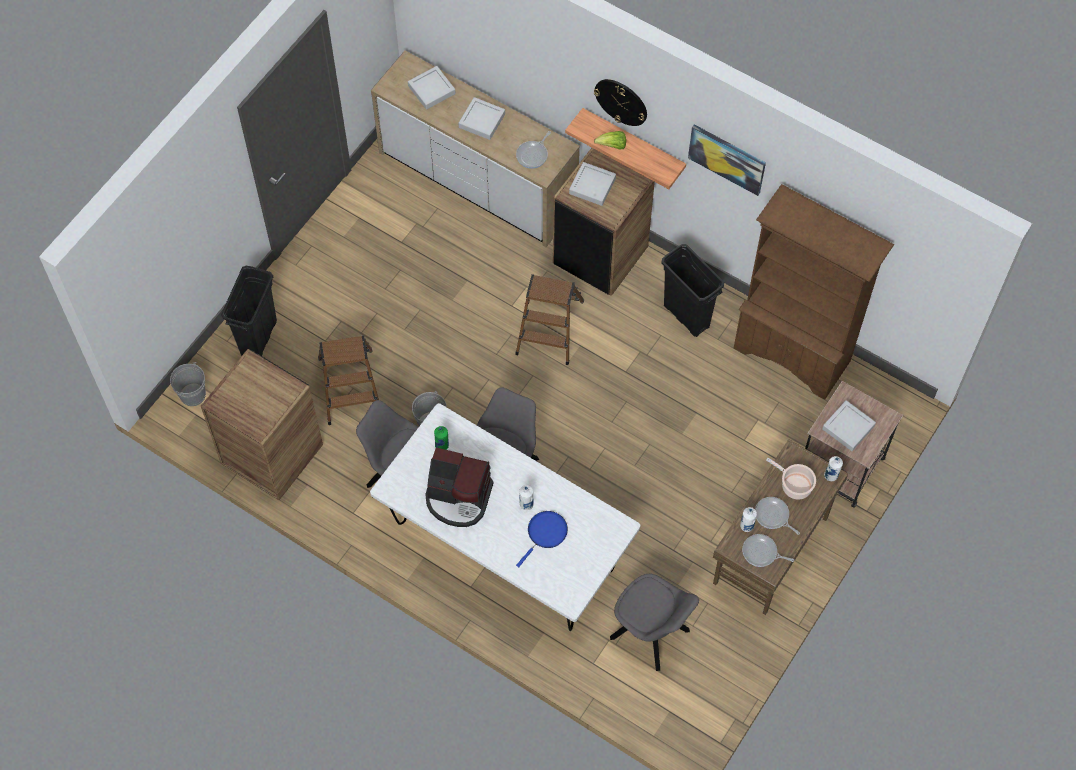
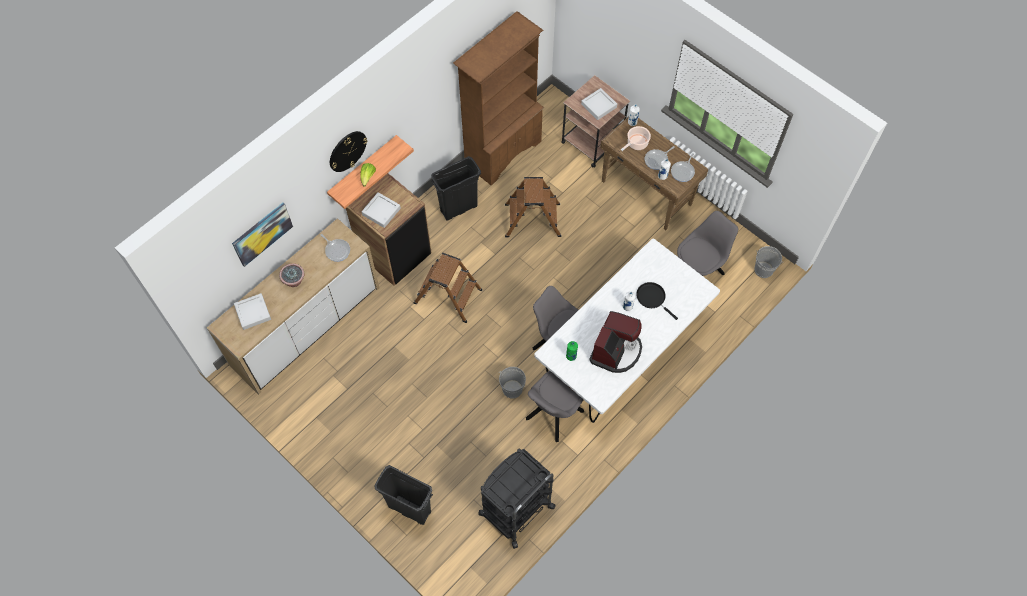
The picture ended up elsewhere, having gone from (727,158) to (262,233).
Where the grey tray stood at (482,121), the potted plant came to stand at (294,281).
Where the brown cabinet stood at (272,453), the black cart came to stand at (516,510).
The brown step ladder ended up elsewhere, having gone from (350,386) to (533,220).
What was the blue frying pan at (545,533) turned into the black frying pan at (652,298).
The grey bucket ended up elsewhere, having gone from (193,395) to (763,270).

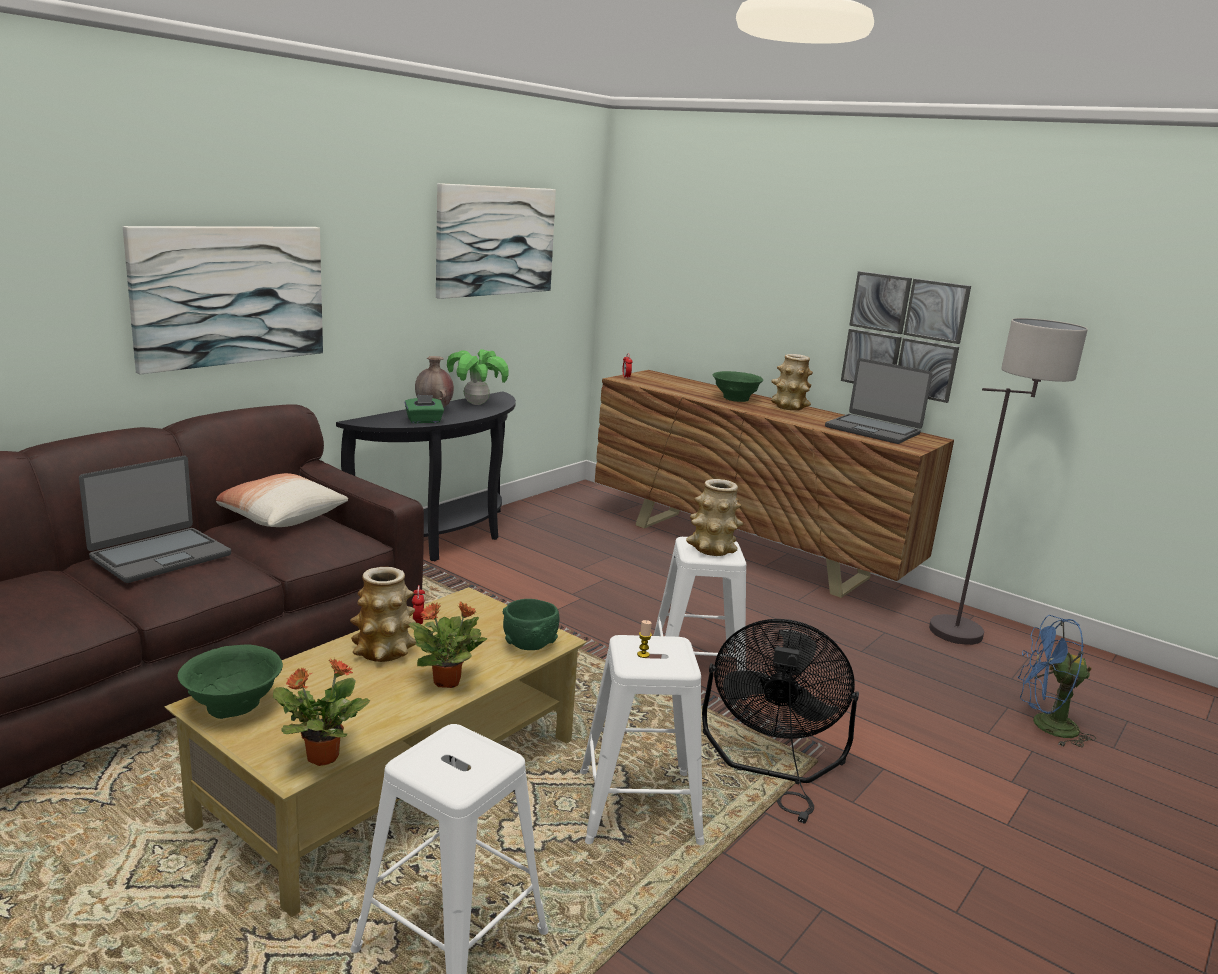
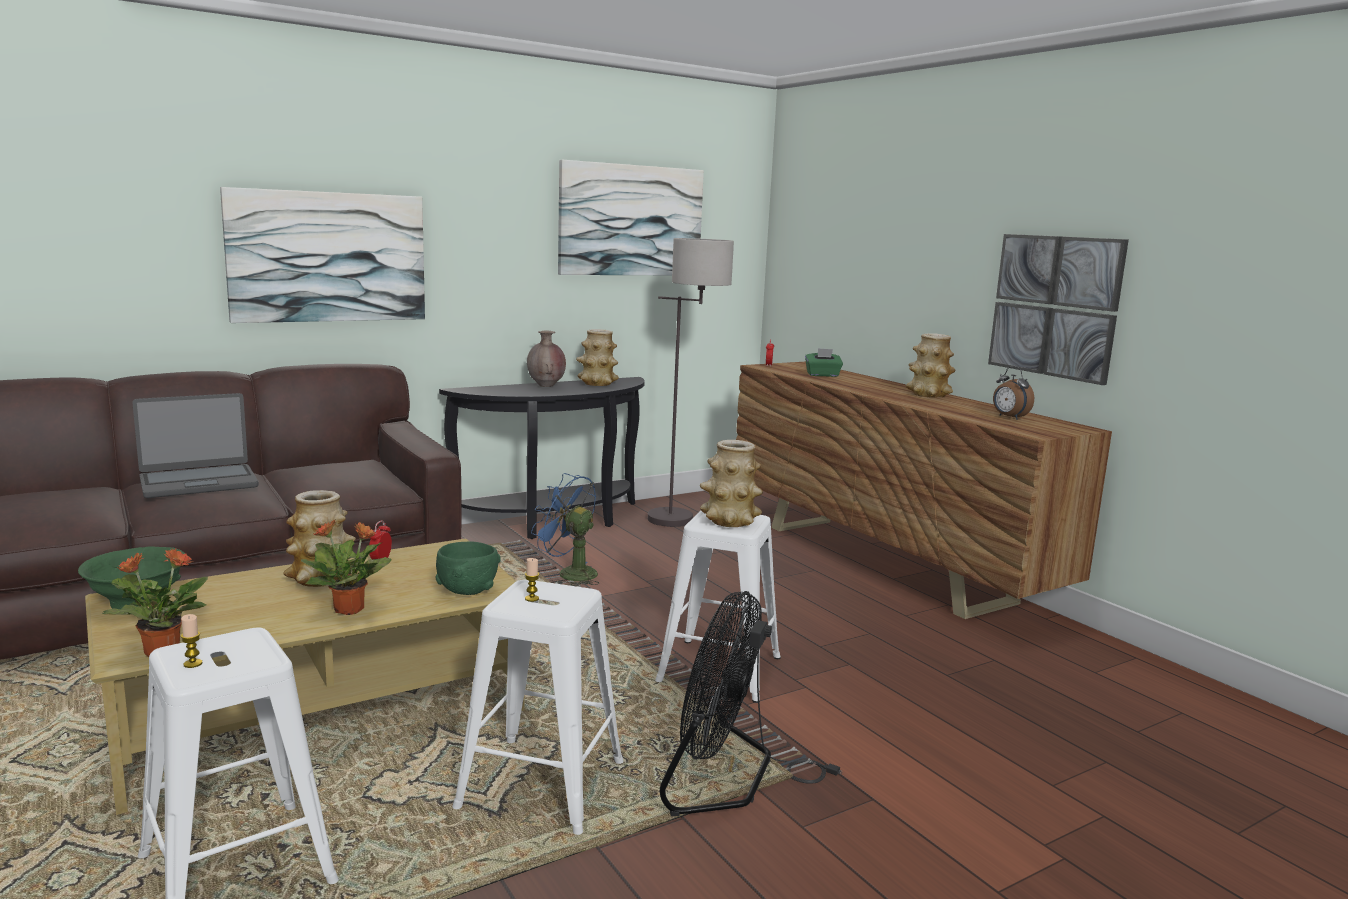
The second view gained the candle at (193,664).
The blue fan ended up elsewhere, having gone from (1045,726) to (569,573).
Where the potted plant stood at (476,403), the vase came to stand at (597,383).
The grey floor lamp ended up elsewhere, having gone from (971,633) to (683,521).
The black fan at (775,765) ended up facing another way, 105 degrees counterclockwise from before.
The green tissue box ended up elsewhere, having gone from (424,421) to (822,375).
Where the laptop stood at (873,430), the alarm clock came to stand at (1009,417).
The second view lost the pillow at (279,517).
The second view lost the green bowl at (735,399).

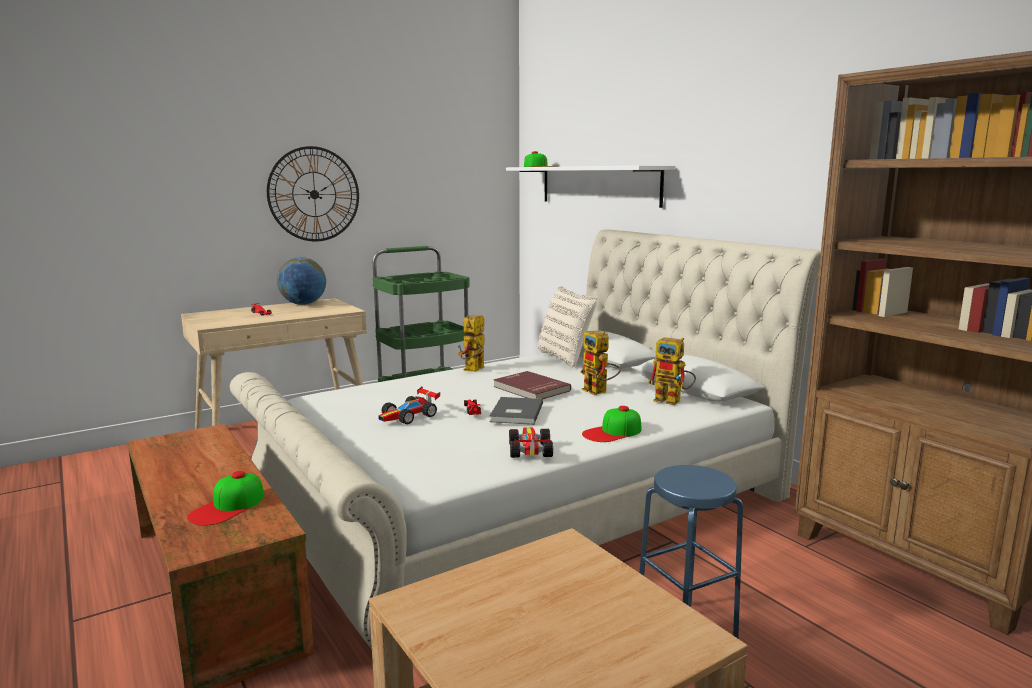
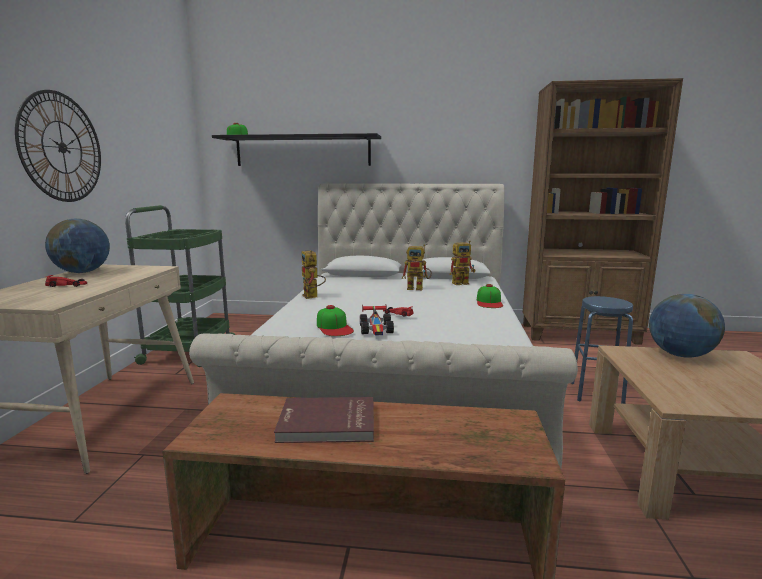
What was the white shelf at (598,185) turned into the black shelf at (303,151).
The red book ended up elsewhere, having gone from (530,389) to (327,424).
The cap ended up elsewhere, having gone from (228,506) to (334,327).
The second view gained the globe at (680,355).
The second view lost the grey book at (515,413).
The second view lost the toy car at (529,449).
The second view lost the beige pillow at (565,358).

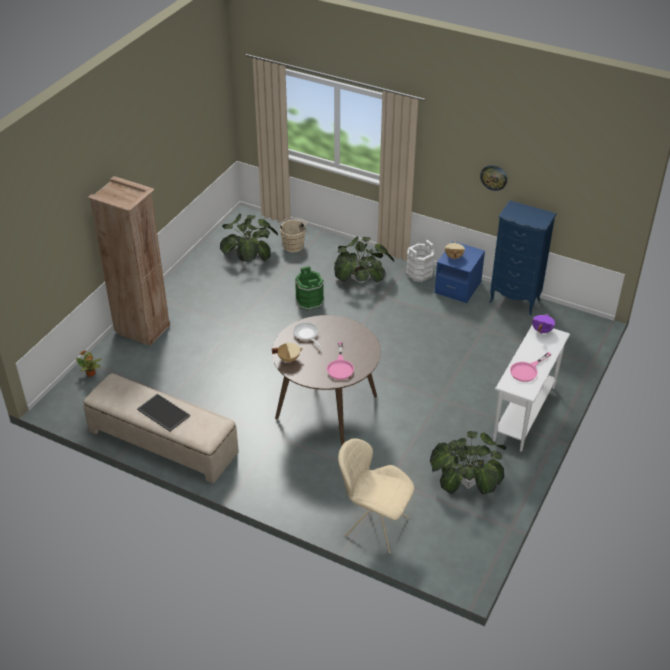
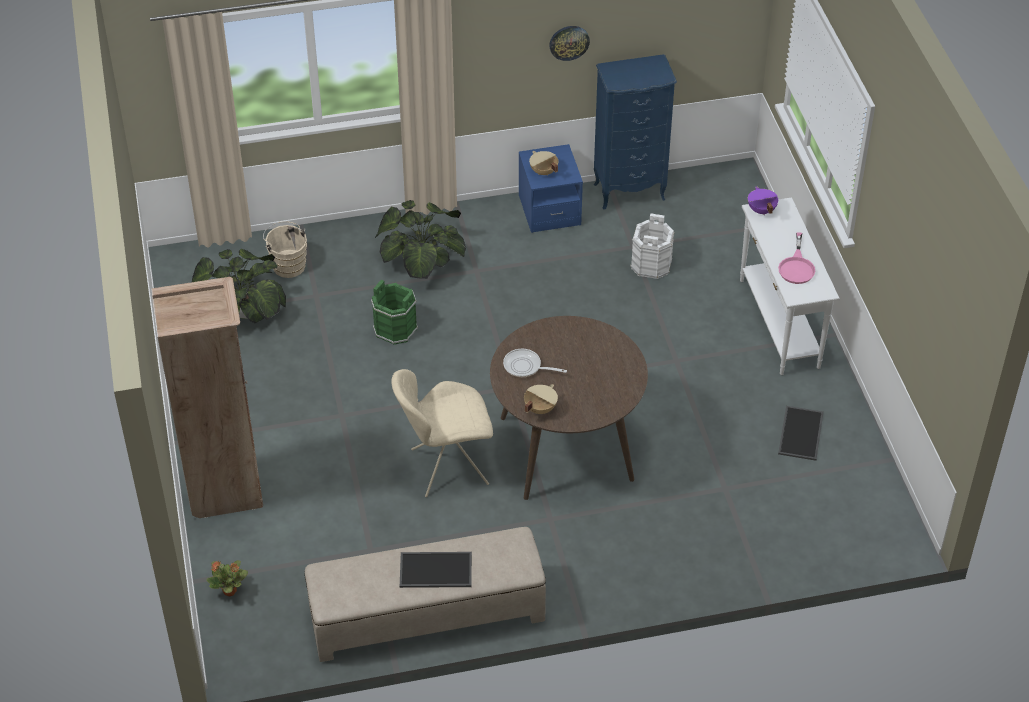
The beige chair ended up elsewhere, having gone from (374,526) to (446,467).
The white bucket ended up elsewhere, having gone from (419,273) to (651,265).
Where the potted plant stood at (468,479), the tray came to stand at (801,434).
The second view lost the pink frying pan at (340,367).

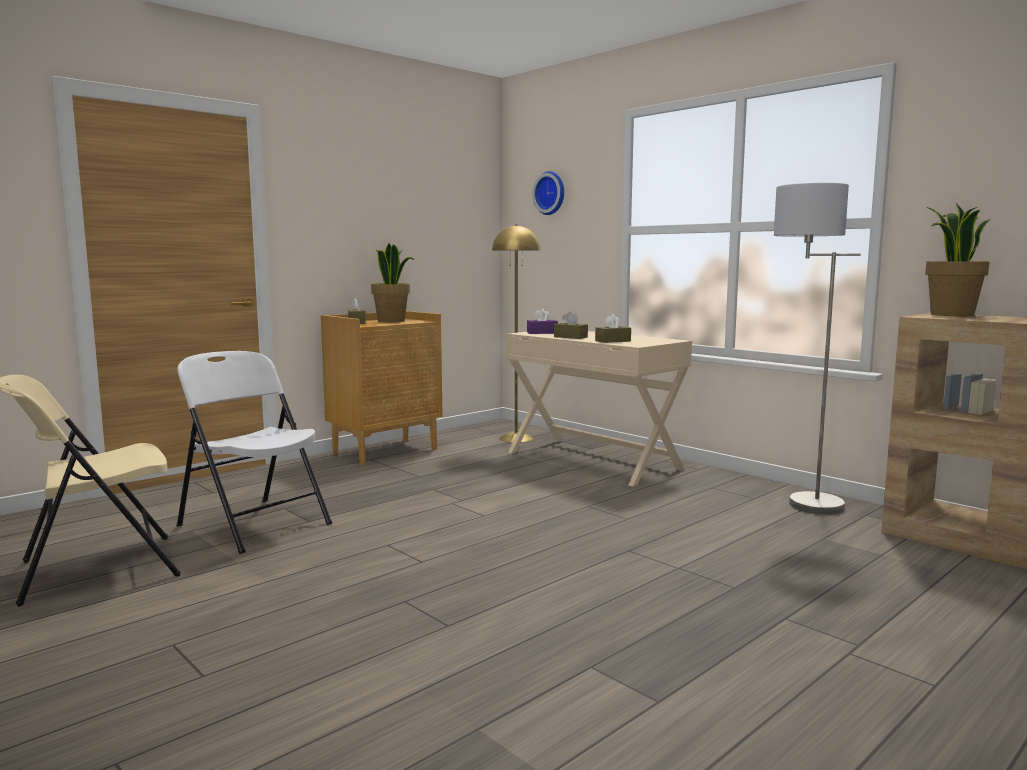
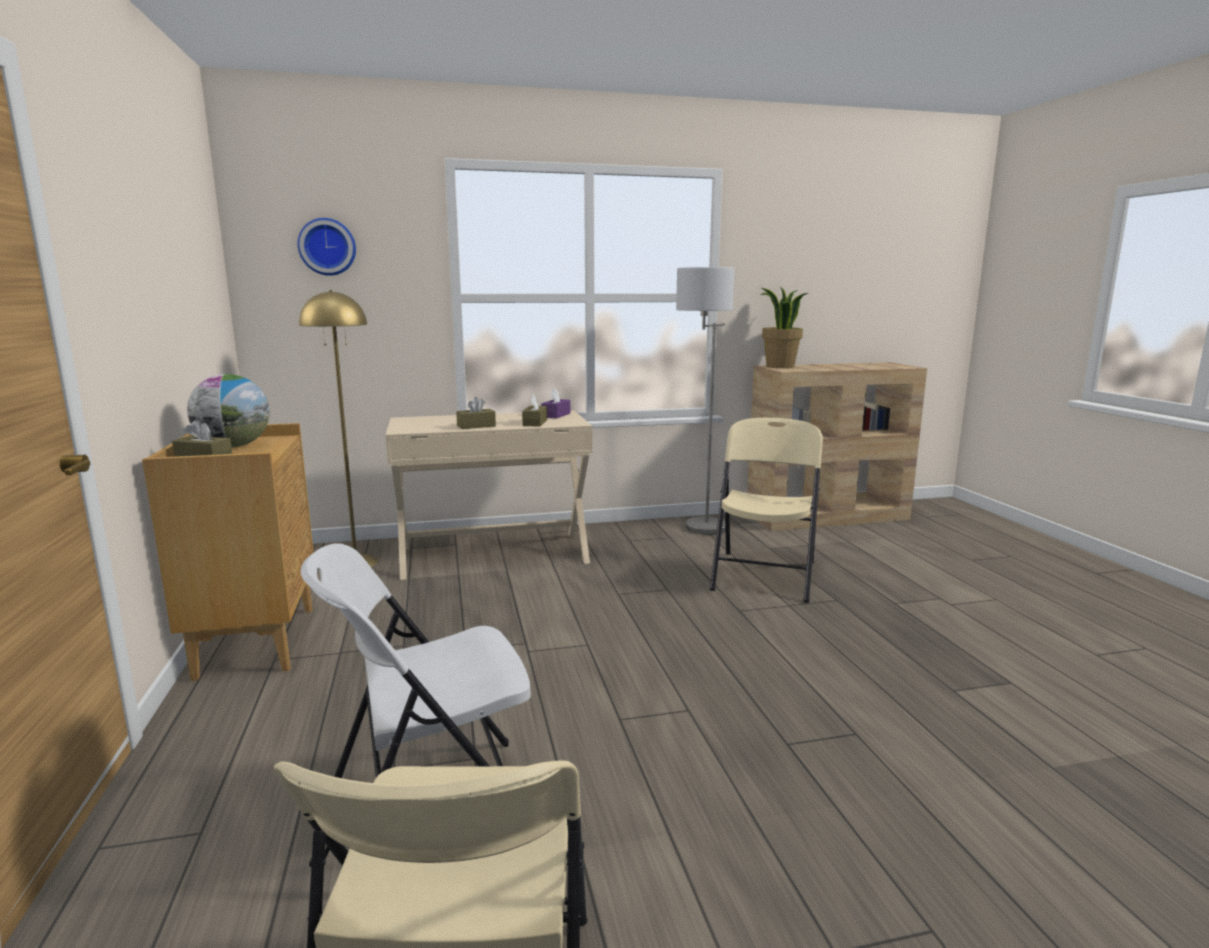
Where the potted plant stood at (392,321), the globe came to stand at (234,446).
The purple tissue box ended up elsewhere, having gone from (542,333) to (556,415).
The second view gained the beige chair at (764,576).

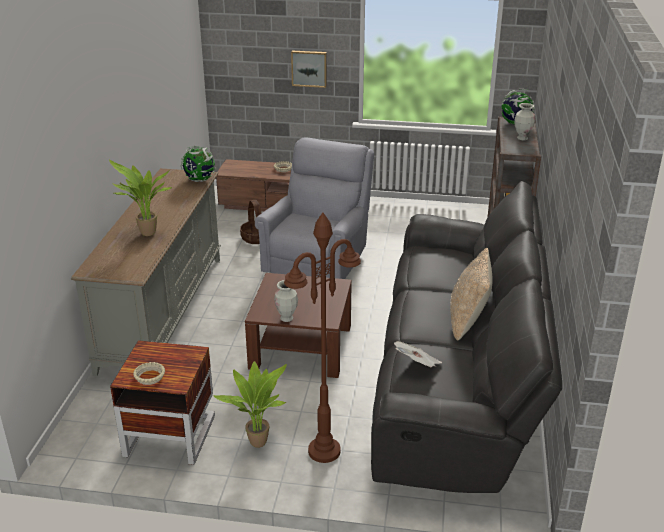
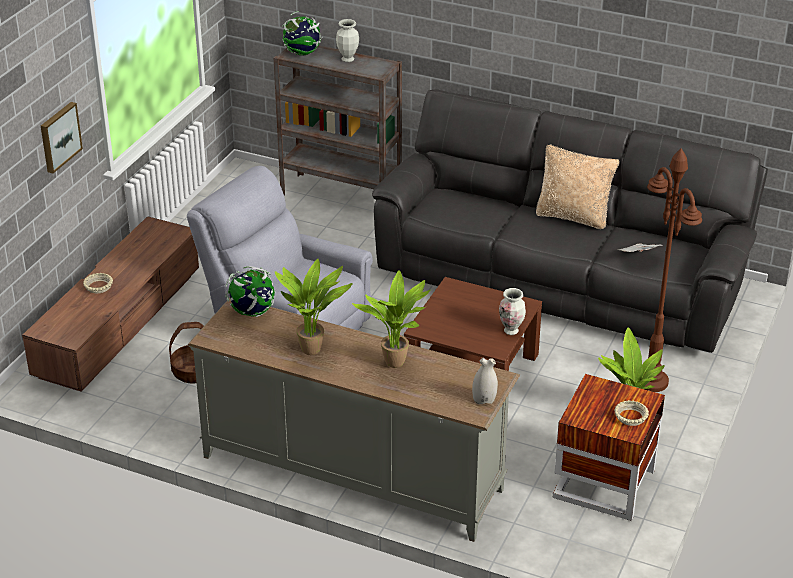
The second view gained the potted plant at (314,349).
The second view gained the white vase at (484,399).

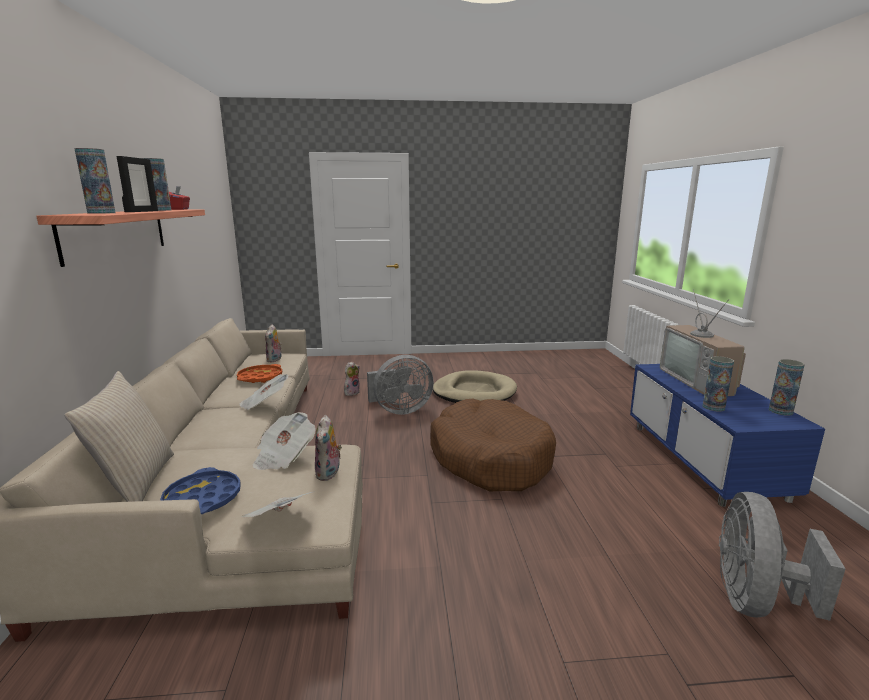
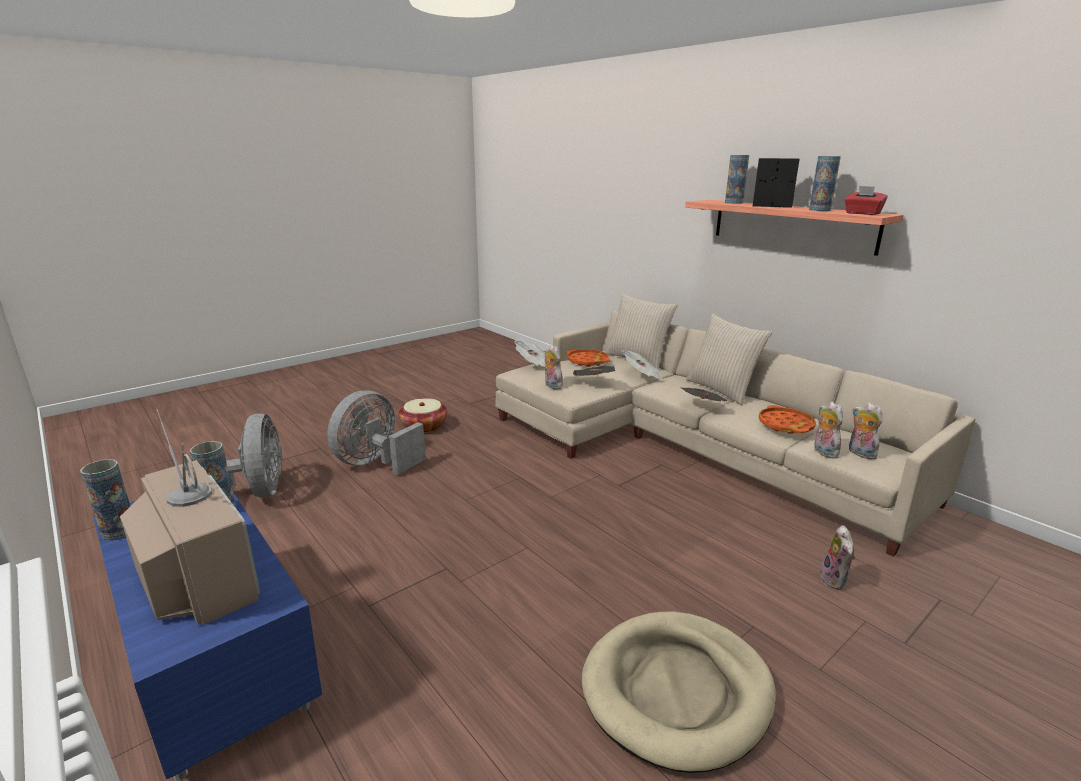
The grey fan ended up elsewhere, having gone from (399,410) to (375,463).
The second view gained the basket at (424,426).
What was the blue tray at (202,499) turned into the orange tray at (587,361).
The second view gained the newspaper at (642,376).
The second view gained the beige pillow at (722,390).
The picture frame at (142,211) ended up facing another way, 135 degrees clockwise from before.
The second view gained the plush toy at (823,452).
The second view lost the brown dog bed at (490,458).

